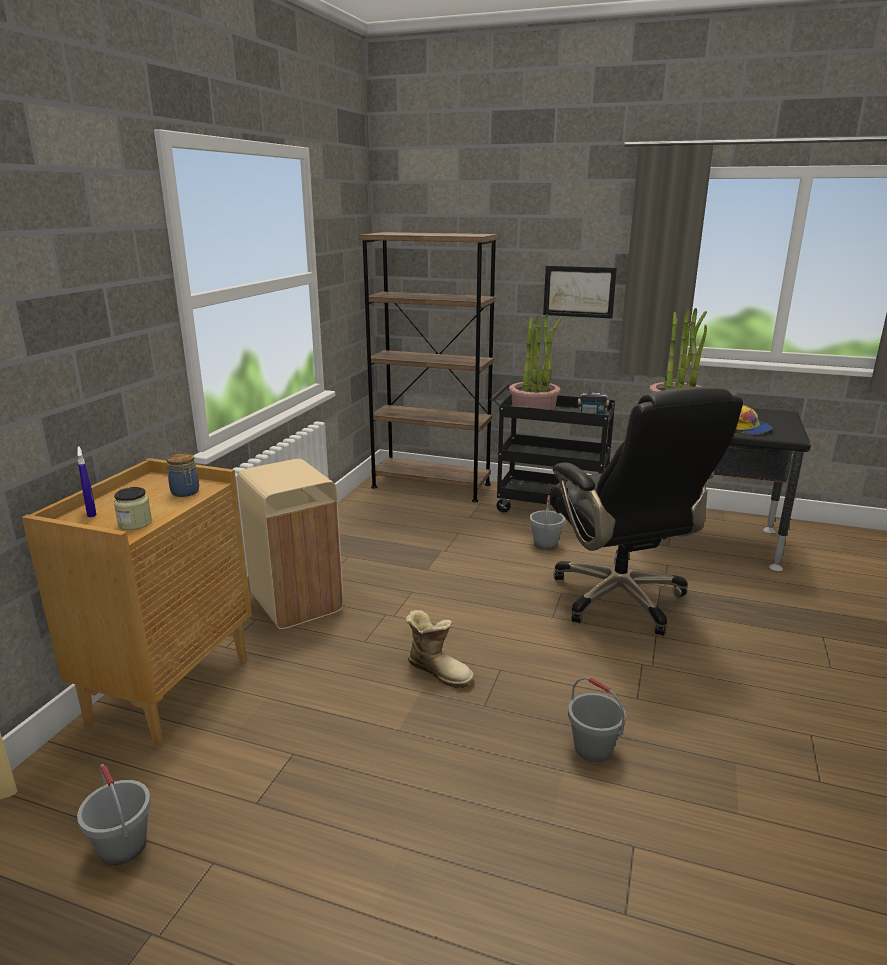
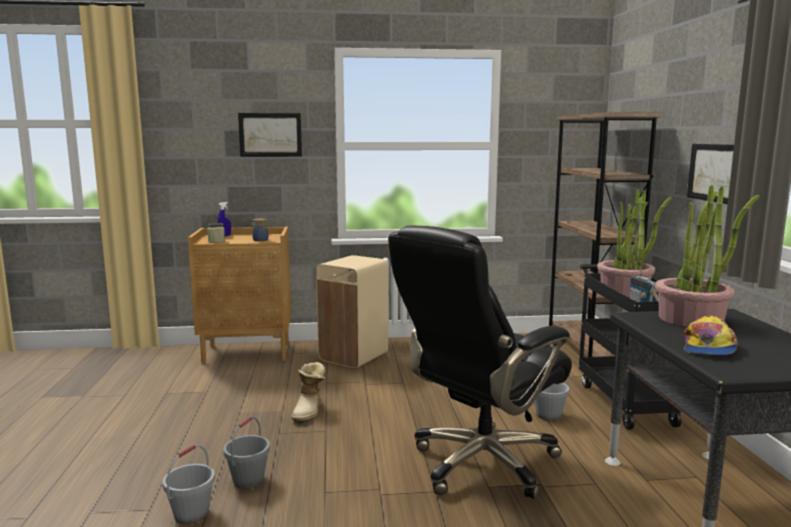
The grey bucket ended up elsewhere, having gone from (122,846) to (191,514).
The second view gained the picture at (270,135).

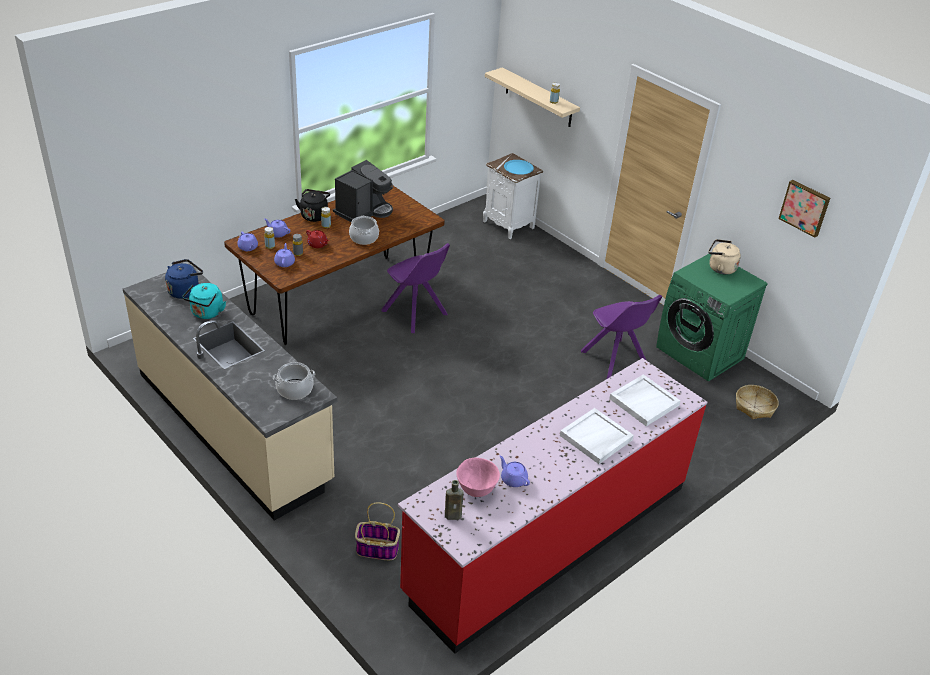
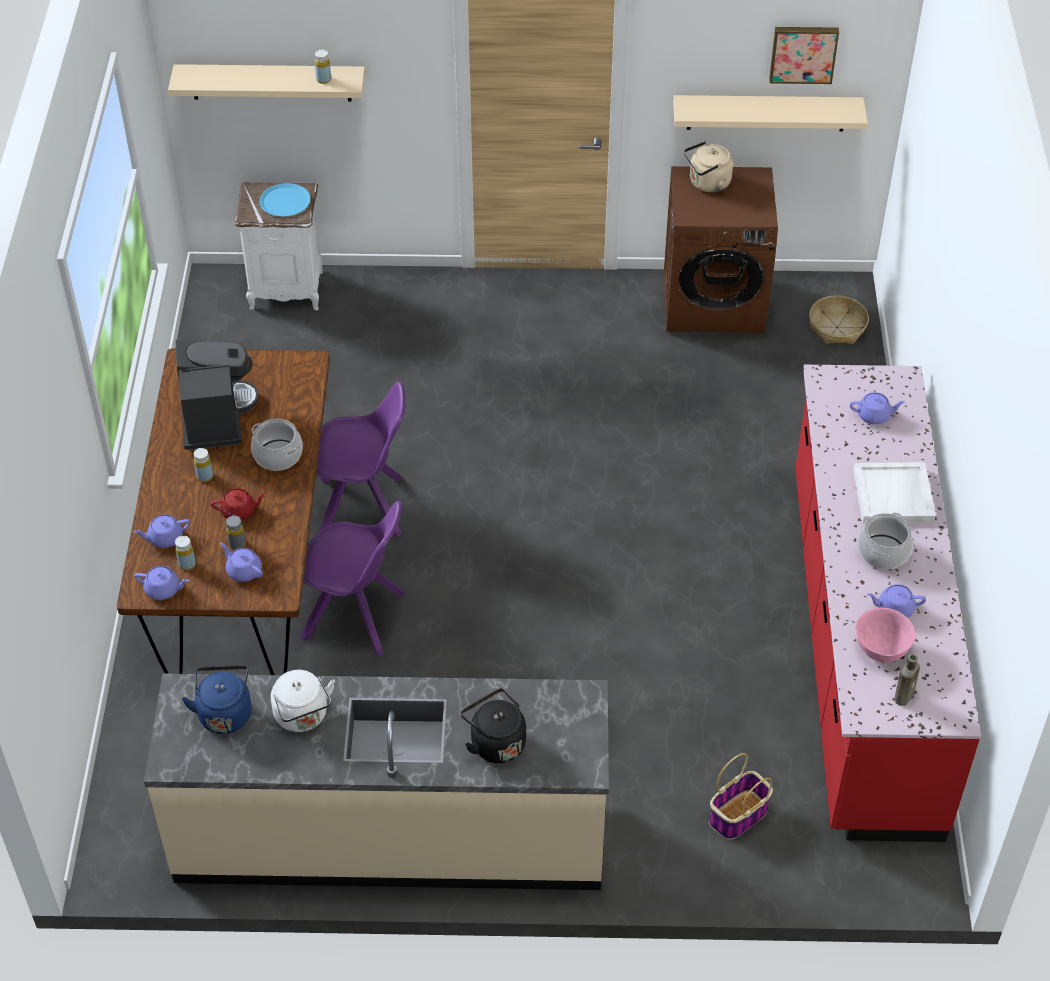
What was the turquoise kettle at (206,313) turned into the white kettle at (303,717).
The purple chair ended up elsewhere, having gone from (615,360) to (356,617).
The black kettle ended up elsewhere, having gone from (314,215) to (495,742).
What was the green washing machine at (699,354) turned into the brown washing machine at (713,305).
The second view gained the beige shelf at (766,113).
Where the white tray stood at (644,401), the purple teapot came to stand at (874,415).
The cooking pot ended up elsewhere, having gone from (295,389) to (882,552).

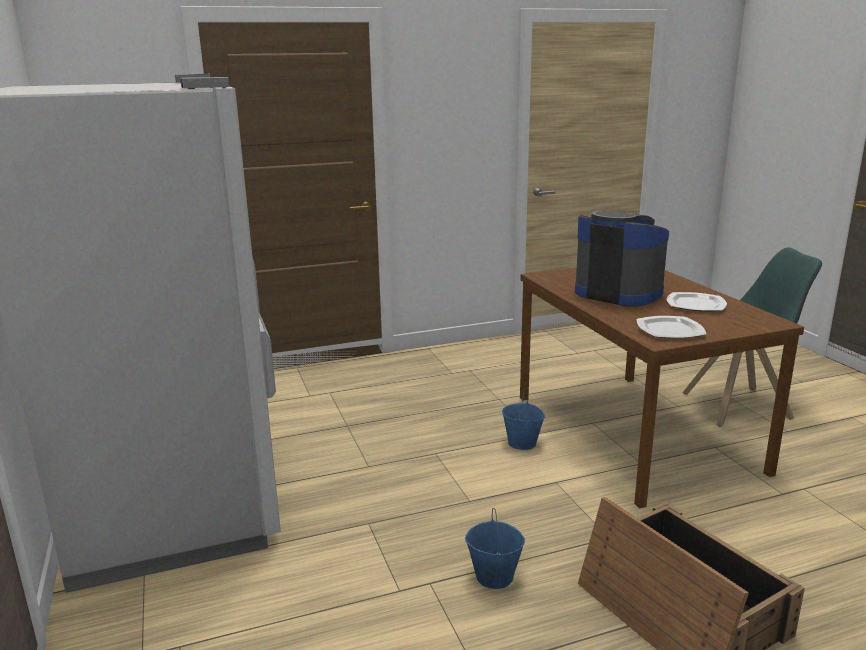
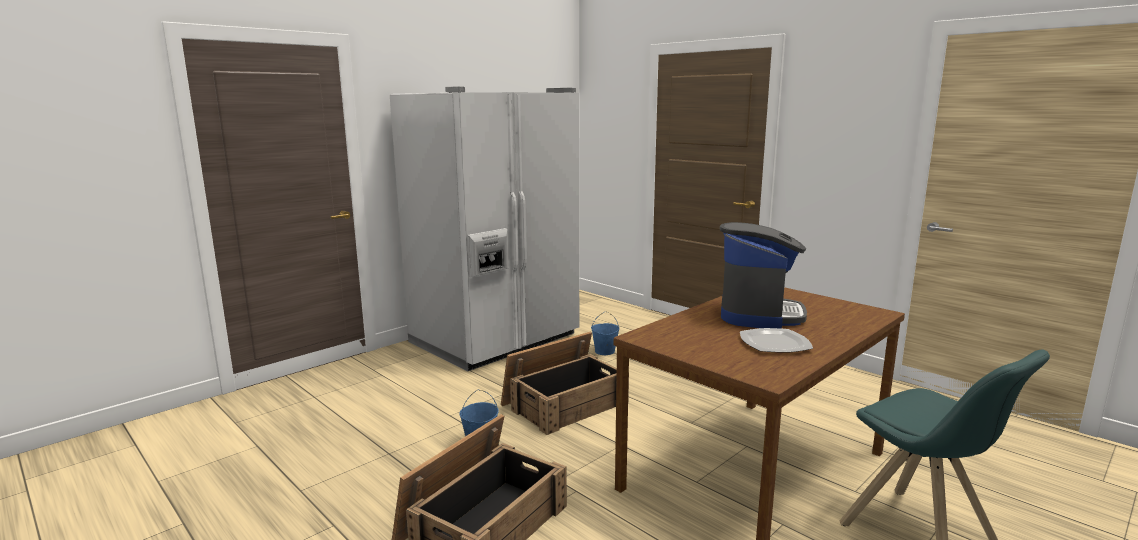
The second view gained the crate at (564,403).
The blue bucket ended up elsewhere, having gone from (522,443) to (604,351).
The second view lost the plate at (670,330).

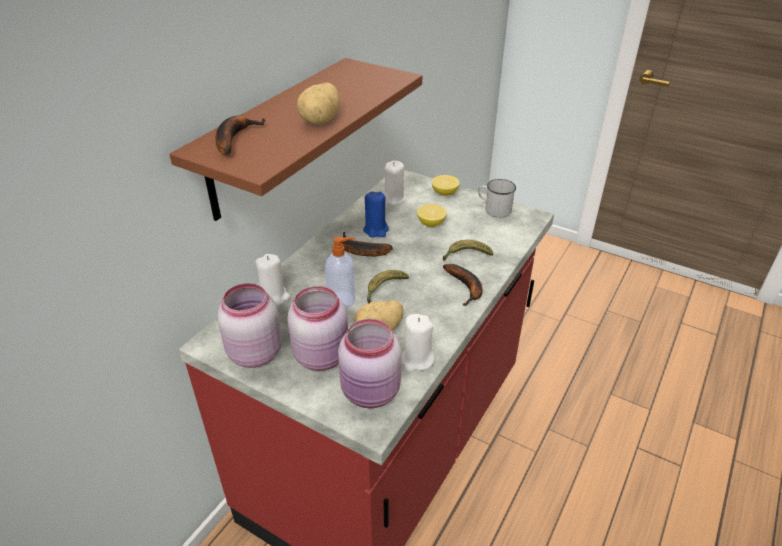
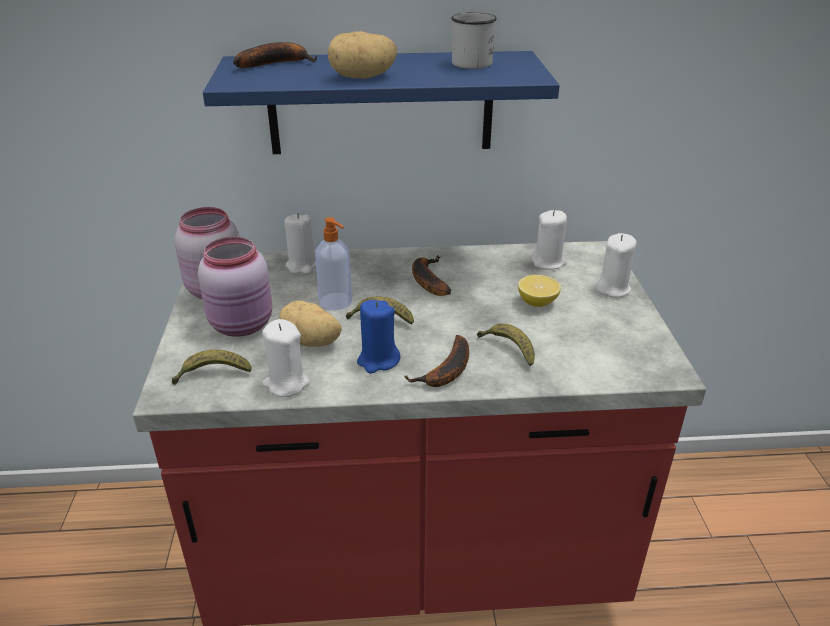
Where the pink jar stood at (371,393), the banana came to stand at (212,374).
What was the brown shelf at (274,138) turned into the blue shelf at (381,103).
The blue candle ended up elsewhere, having gone from (376,230) to (378,360).
The white mug ended up elsewhere, having gone from (494,209) to (470,62).
Where the lemon stood at (444,193), the white candle came to stand at (612,288).

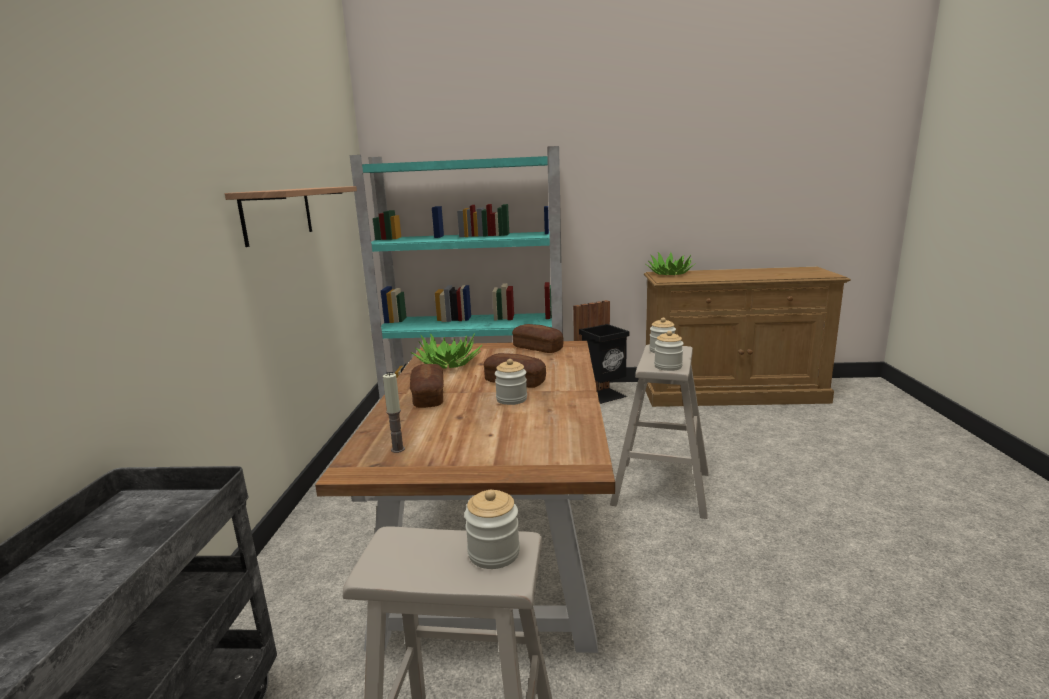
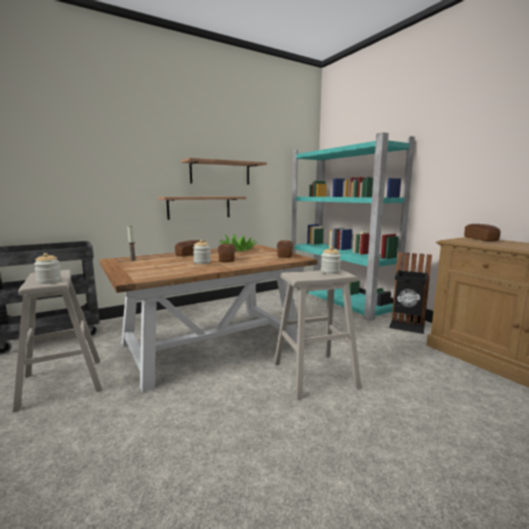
The second view gained the shelf at (199,207).
Where the potted plant stood at (670,274), the bread came to stand at (480,239).
The second view lost the jar at (668,366).

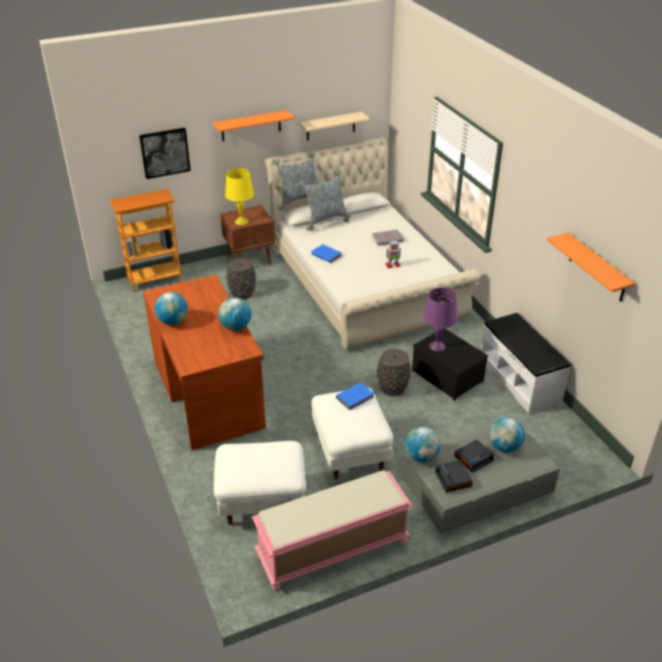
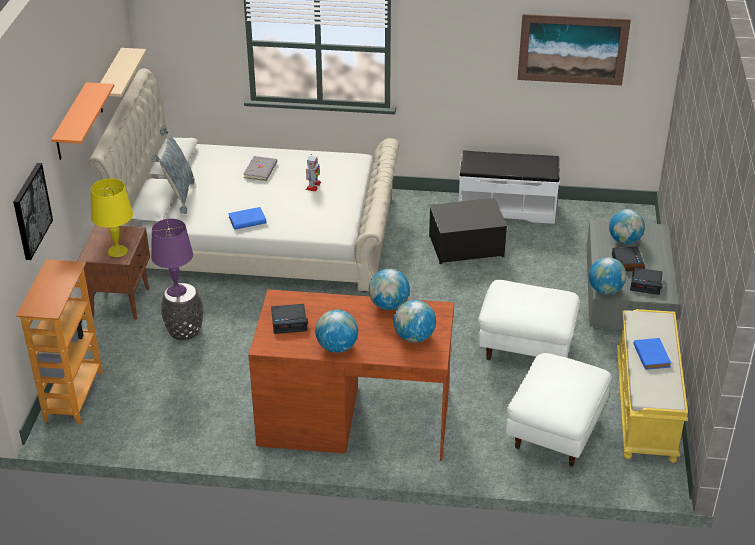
The purple table lamp ended up elsewhere, having gone from (437,346) to (176,290).
The second view gained the alarm clock at (289,322).
The second view gained the globe at (414,337).
Where the orange shelf hung at (597,268), the picture came to hang at (572,49).
What was the pink bench at (332,549) turned into the yellow bench at (646,407).
The blue book ended up elsewhere, having gone from (355,397) to (651,355).
The second view lost the pillow at (298,204).
The second view lost the grey stool at (393,387).

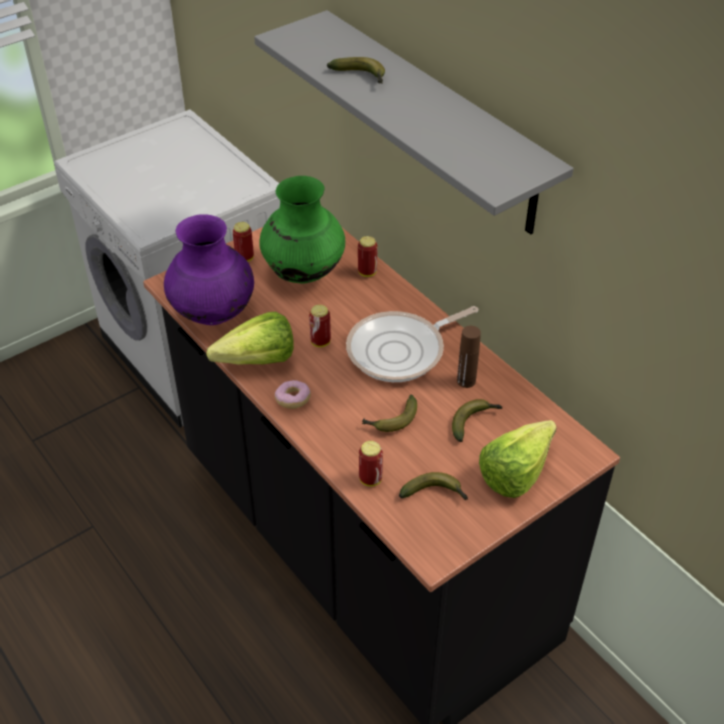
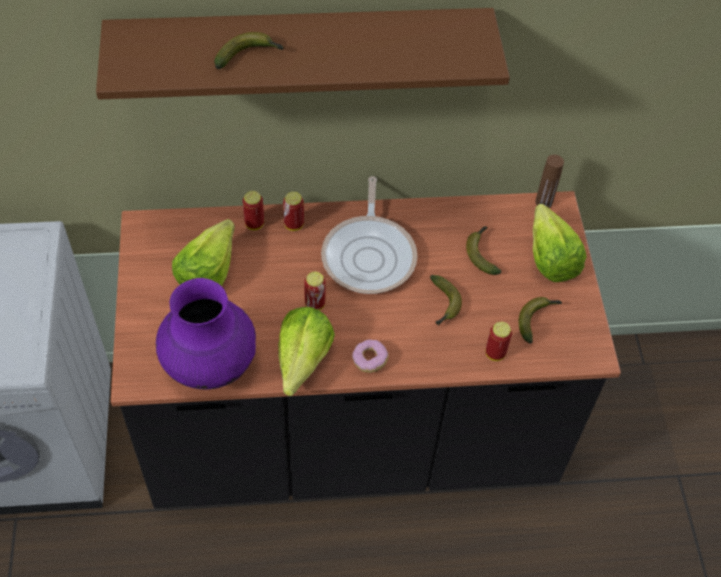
What was the grey shelf at (435,123) turned into the brown shelf at (301,51).
Where the green vase stood at (303,272), the lettuce came to stand at (213,268).
The can ended up elsewhere, having gone from (244,258) to (294,224).
The brown bottle ended up elsewhere, having gone from (466,381) to (543,202).

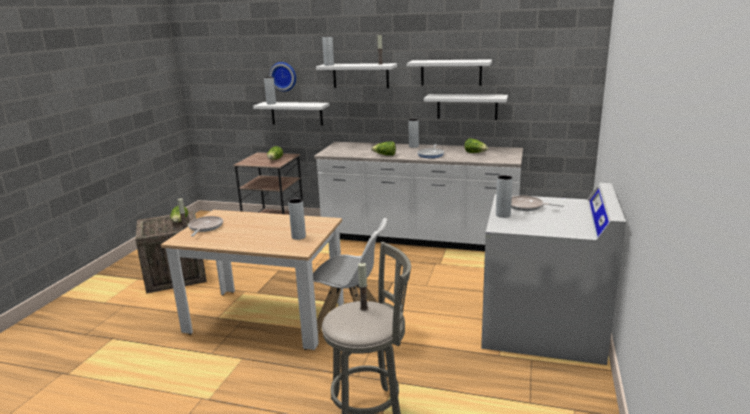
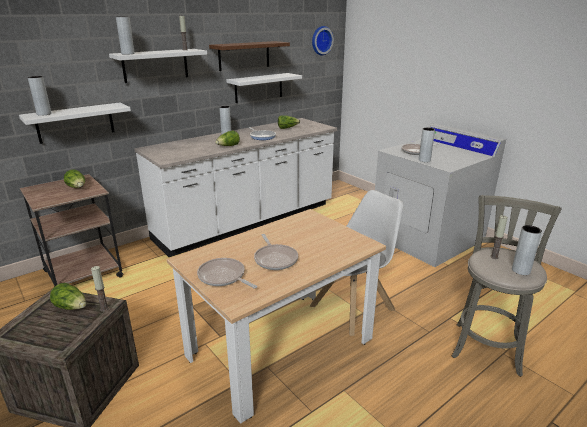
What was the white shelf at (451,72) turned into the brown shelf at (244,55).
The second view gained the frying pan at (275,259).
The wall clock ended up elsewhere, having gone from (284,76) to (321,40).
The grey vase ended up elsewhere, having gone from (298,237) to (521,270).

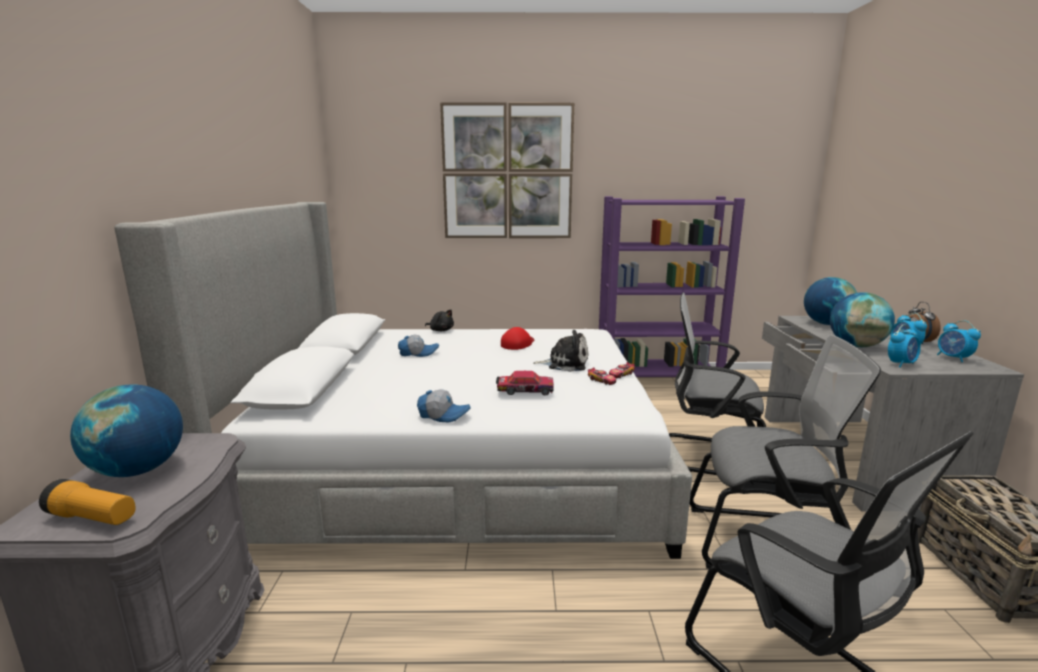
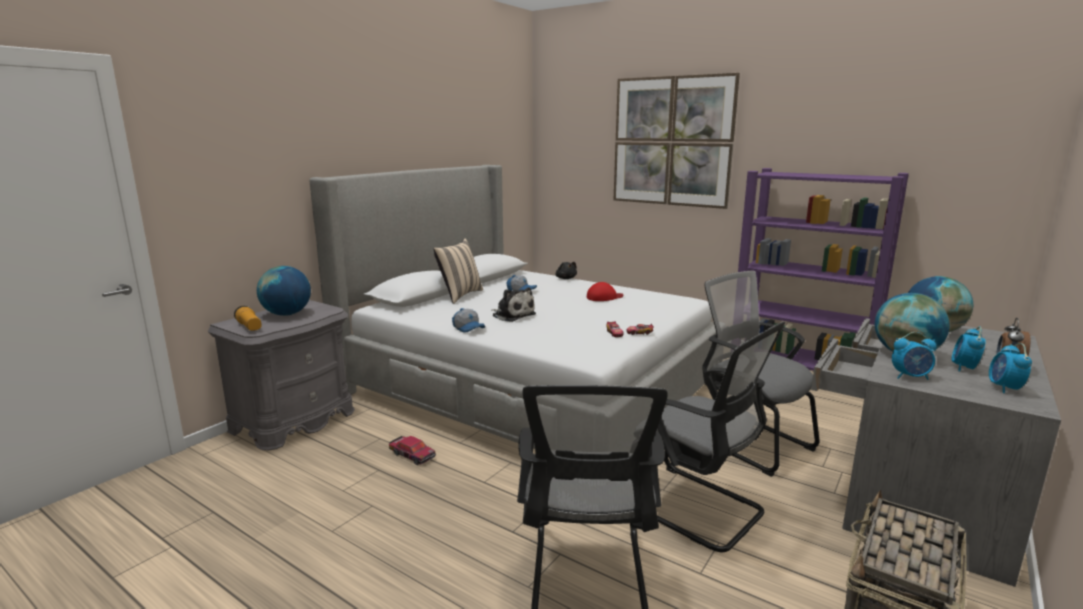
The toy car ended up elsewhere, having gone from (525,390) to (412,454).
The second view gained the beige pillow at (459,295).
The plush toy ended up elsewhere, having gone from (565,364) to (512,315).

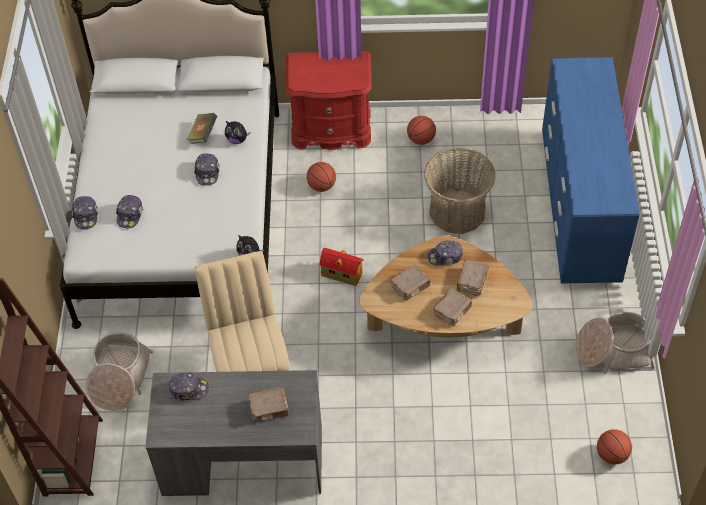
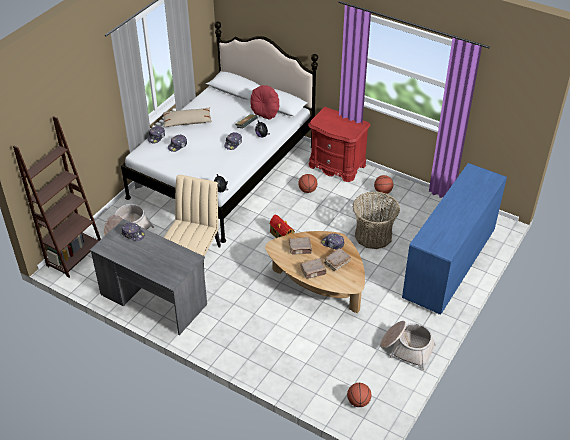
The second view gained the beige pillow at (187,121).
The second view gained the red pillow at (265,114).
The second view lost the brown book at (269,408).

